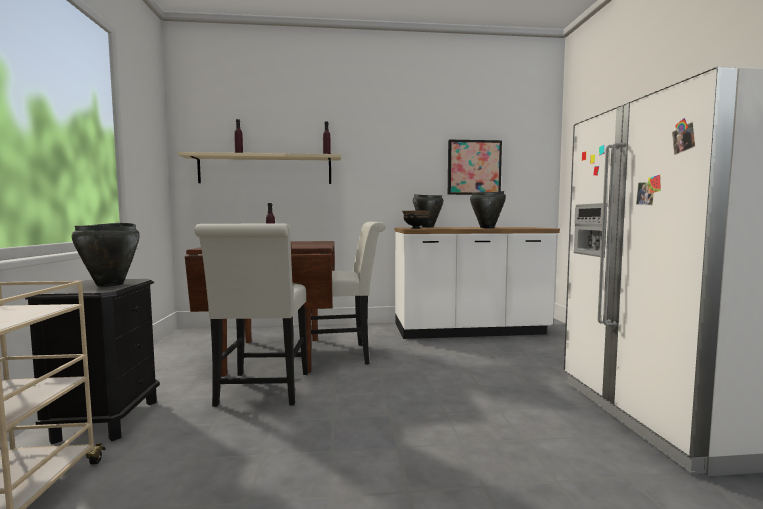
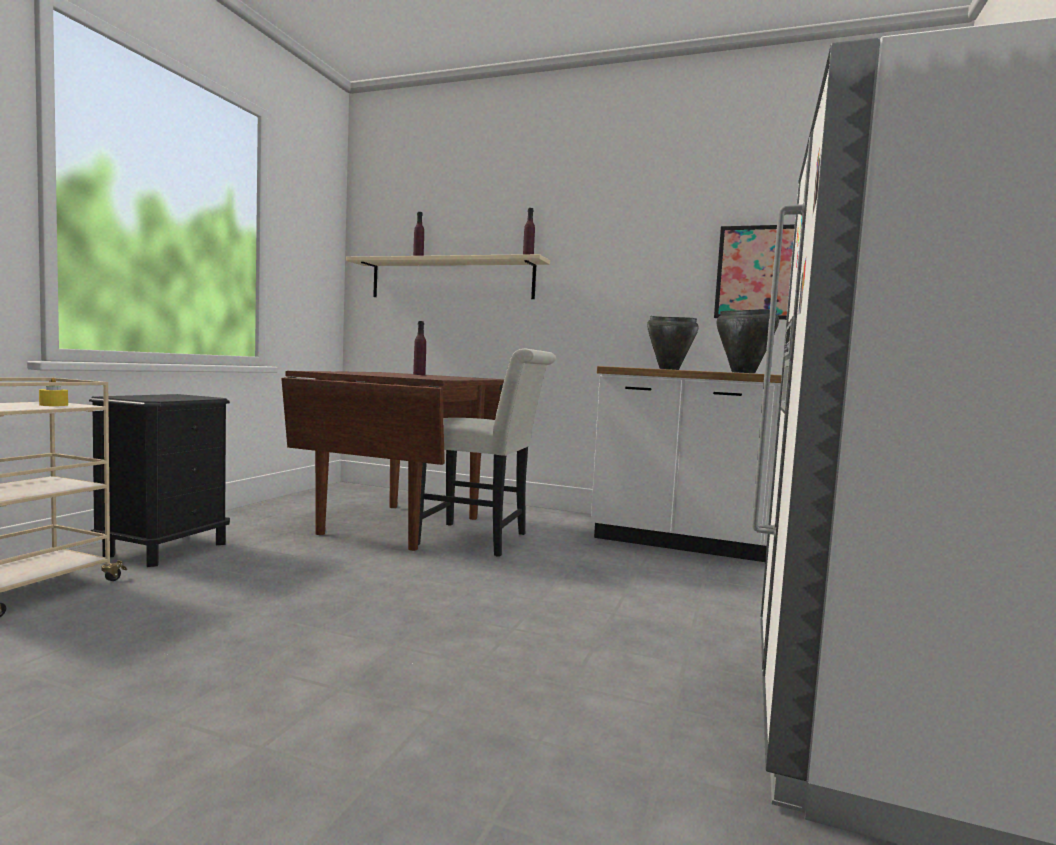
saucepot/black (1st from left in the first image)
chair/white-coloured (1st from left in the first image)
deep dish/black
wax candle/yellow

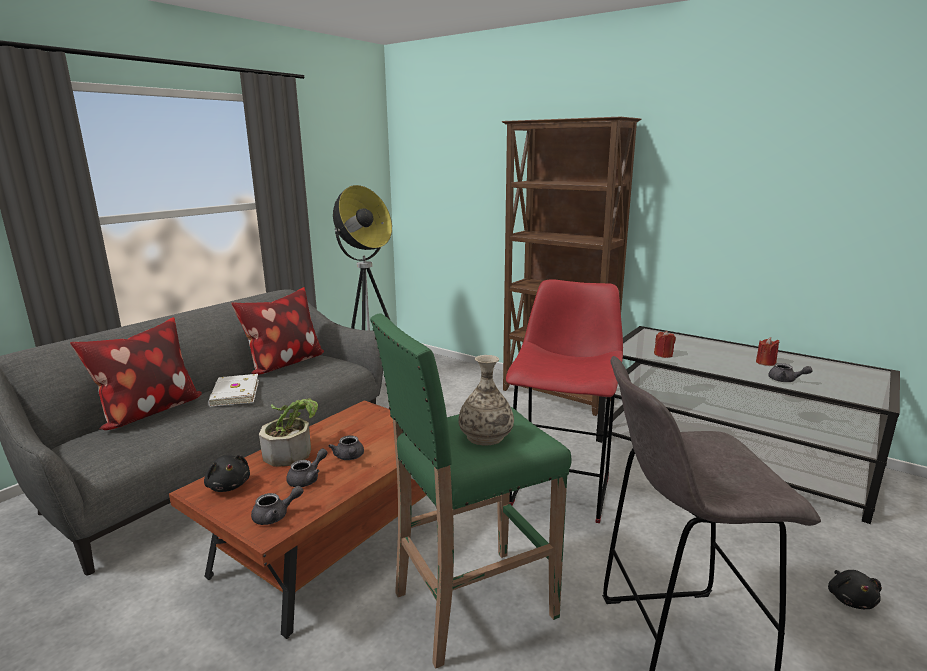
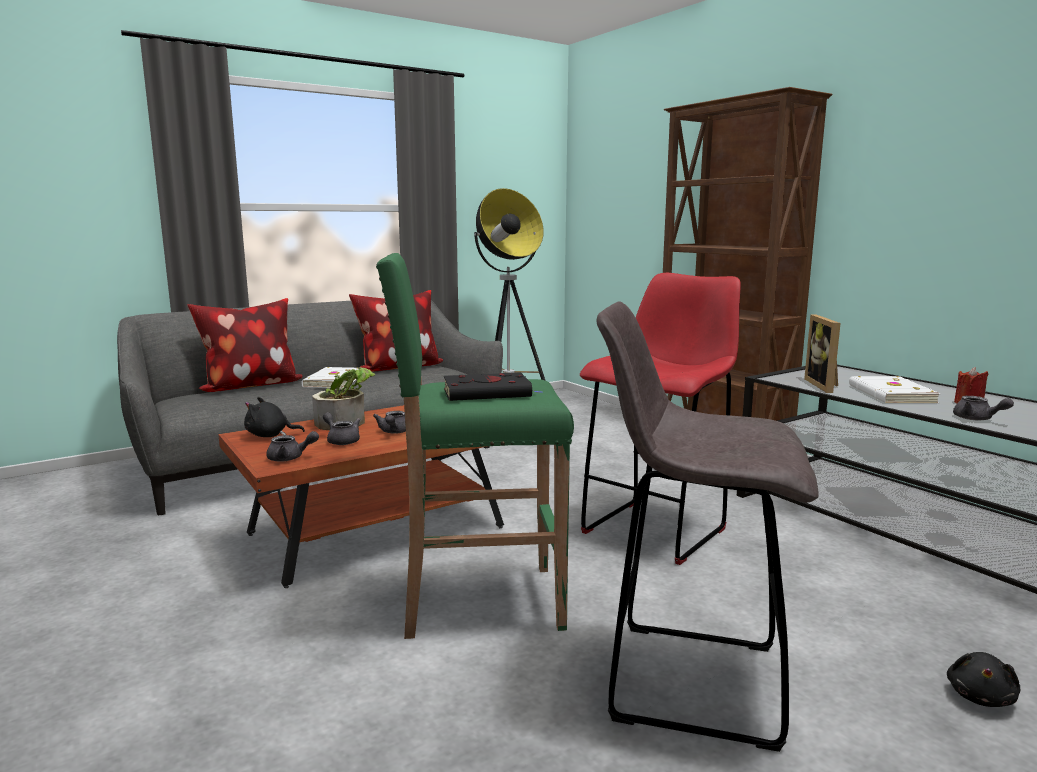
cuddly toy/black (1st from left)
pot for tea/greyish (2nd from left)
bound book/black
standing frame
bound book/white-coloured (2nd from left)

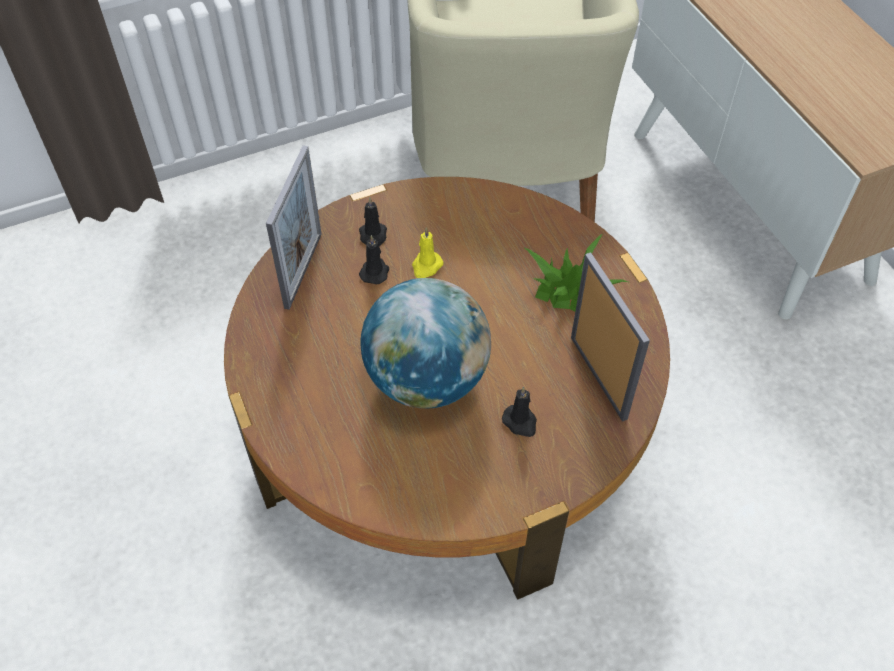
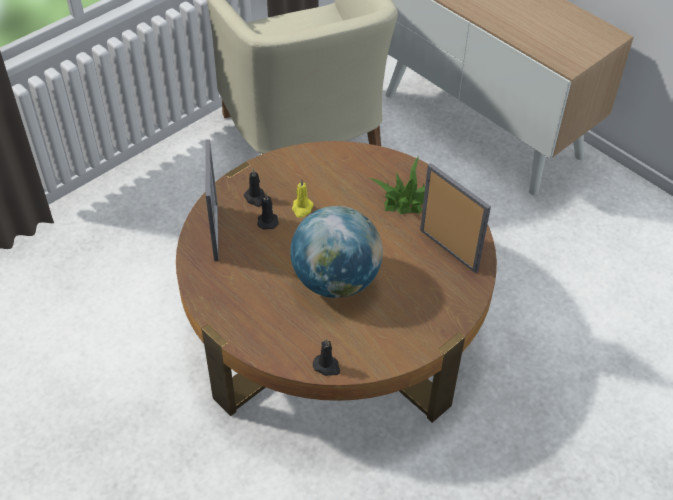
wax candle/black (3rd from left)

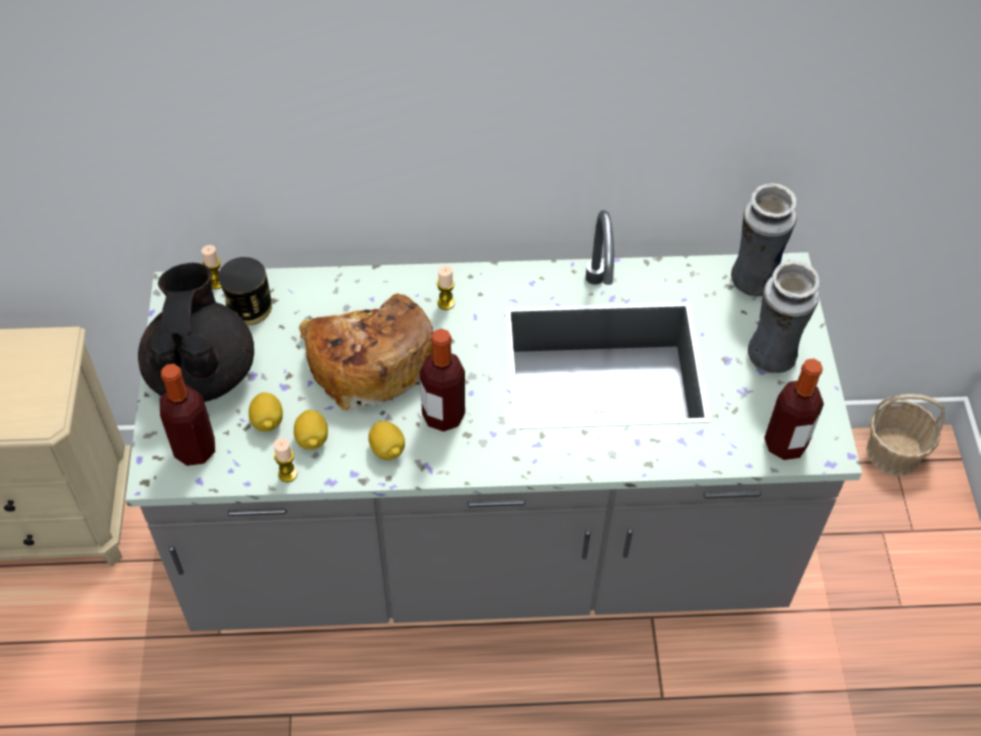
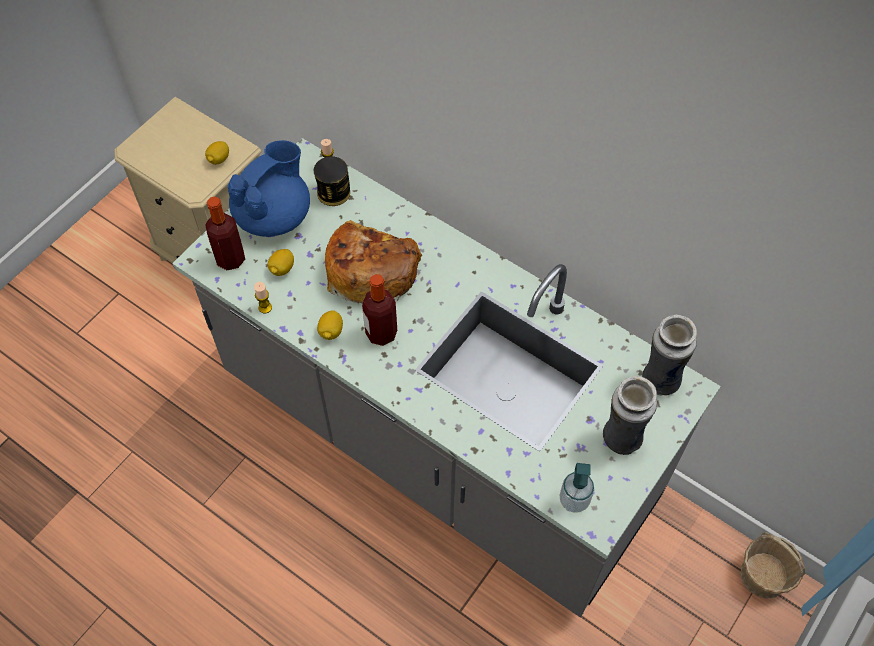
pot for tea/bluish
whole lemon (1st from left)
wax candle (3rd from left in the first image)
soap bottle

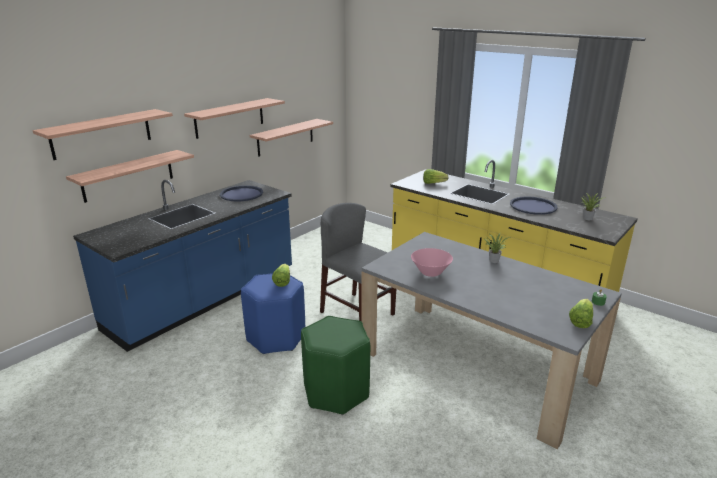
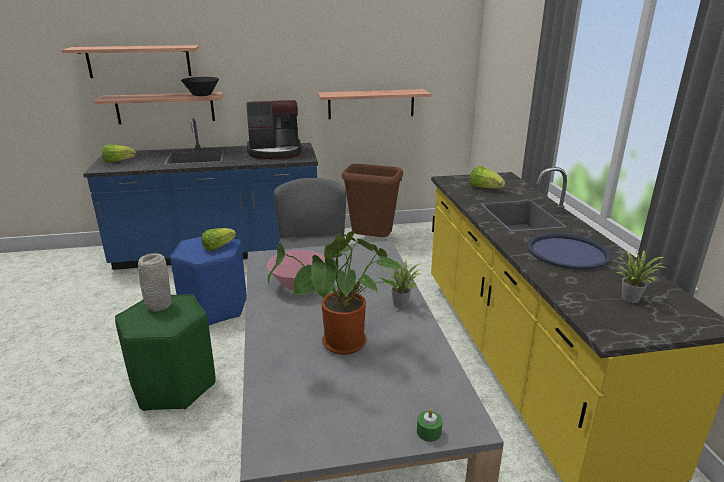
wall shelf (3rd from left in the first image)
coffee maker
lettuce (1st from left)
decorative vase/greyish
deep dish/black
potted plant (1st from left)
waste bin/brown

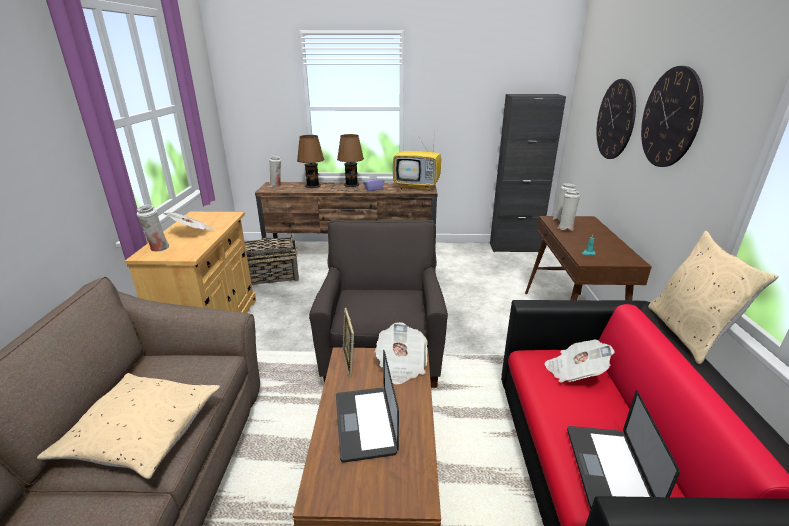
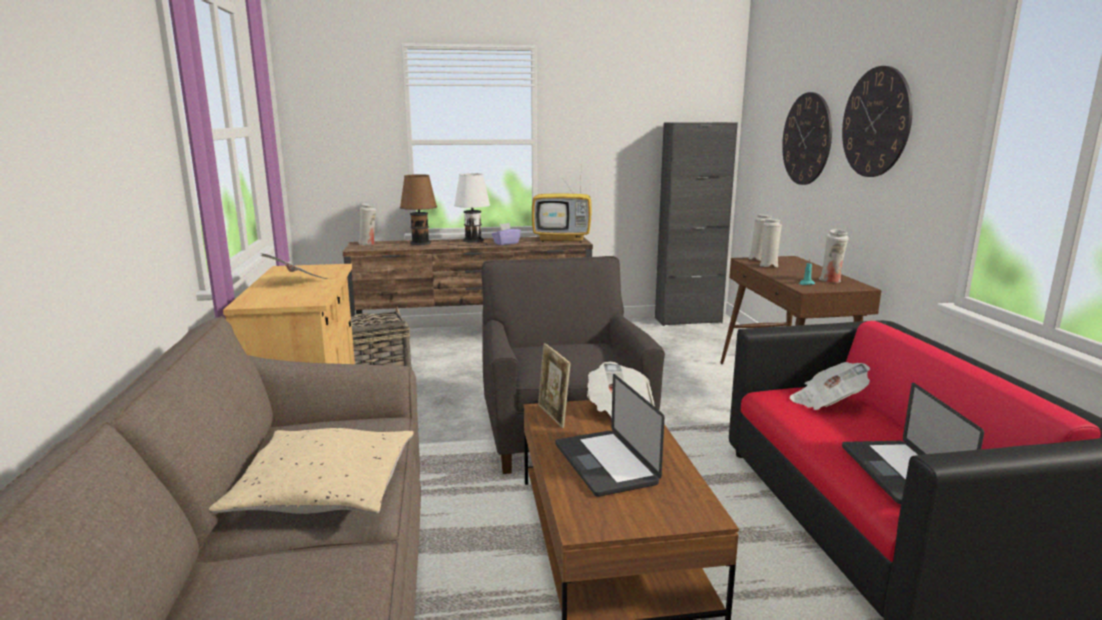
decorative vase/white-coloured (4th from left)
lamp for a table/white-coloured
cushion/beige-coloured (2nd from left in the first image)

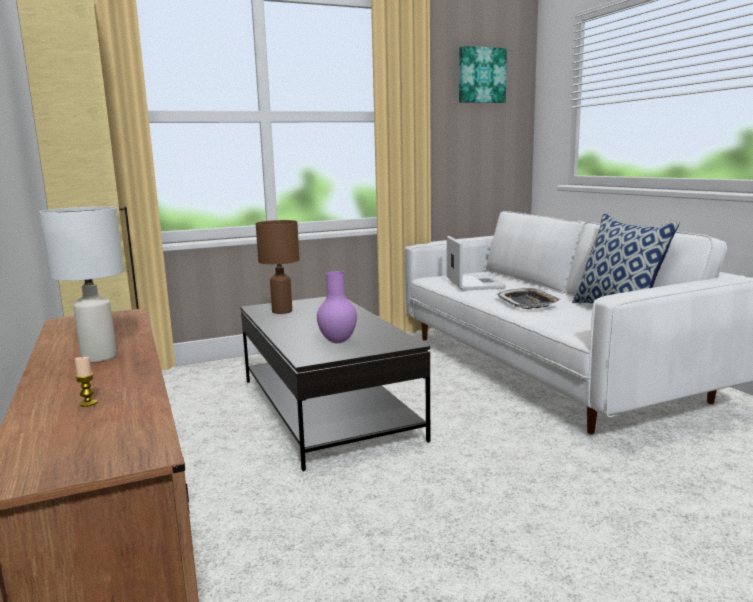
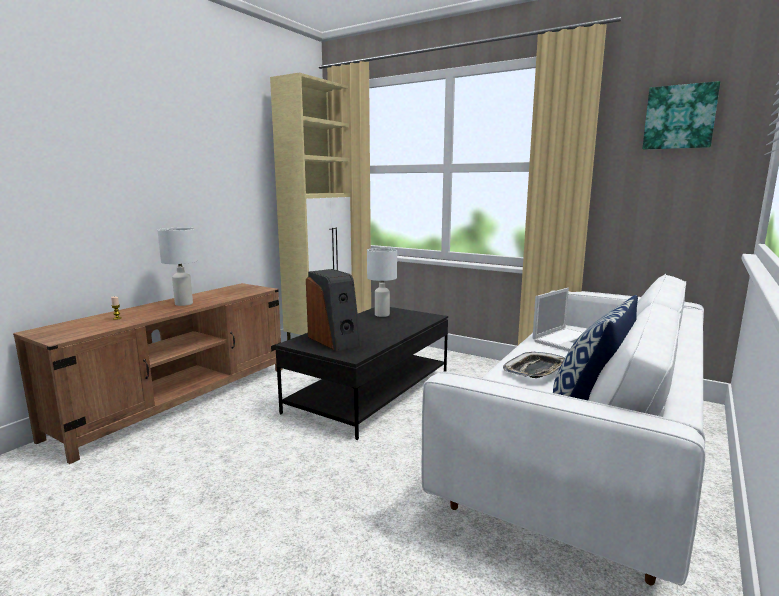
lamp for a table/white-coloured (2nd from left)
loudspeaker

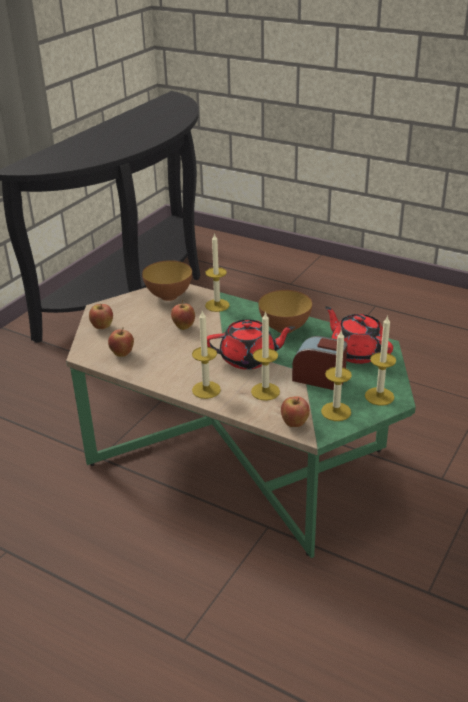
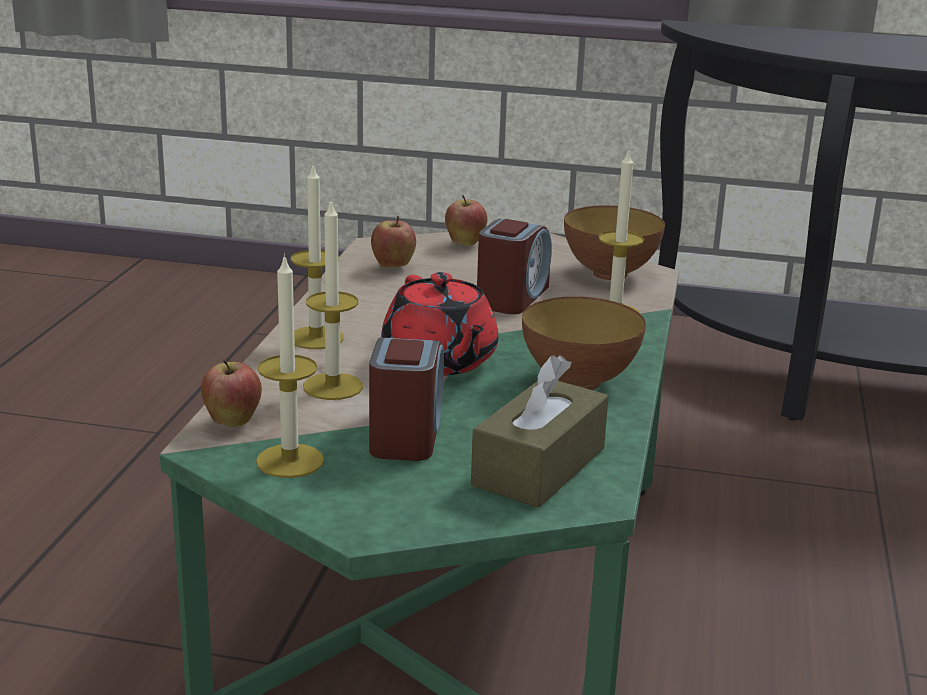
table clock (2nd from left)
box of tissues/brown
wax candle (5th from left in the first image)

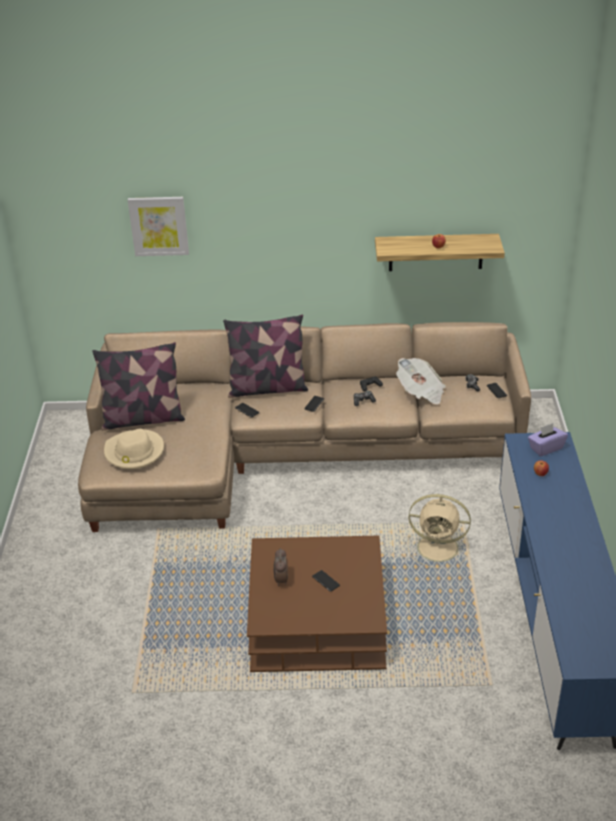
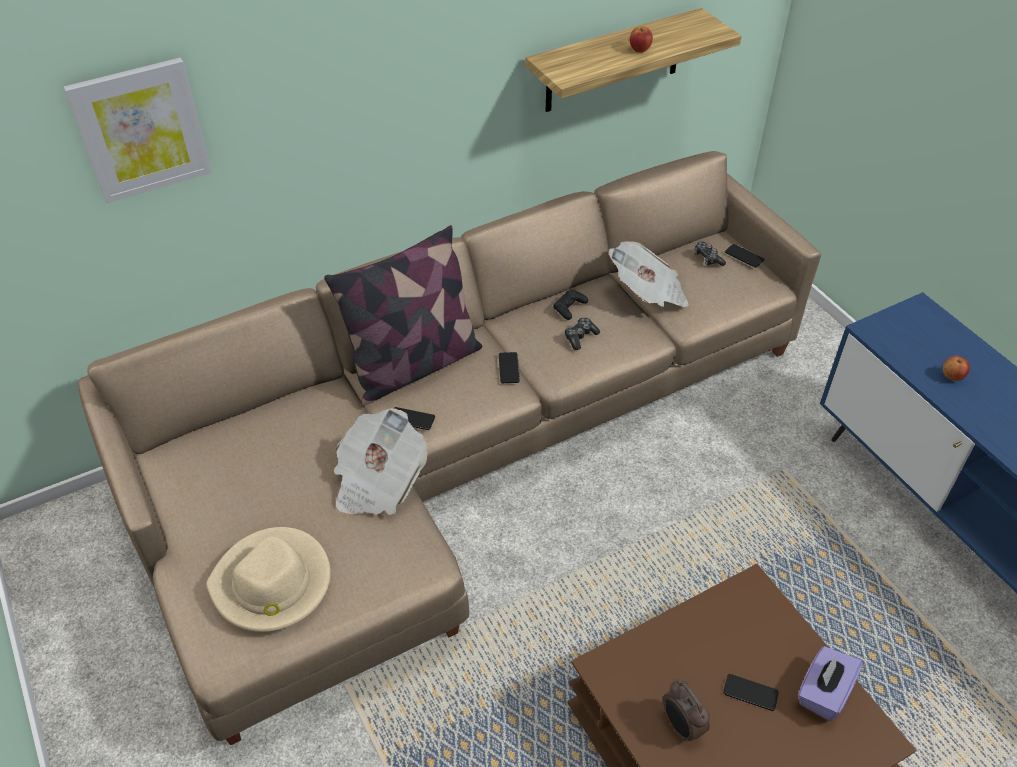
cushion (1st from left in the first image)
electric fan/beige-coloured
box of tissues/purple
newspaper (1st from left)

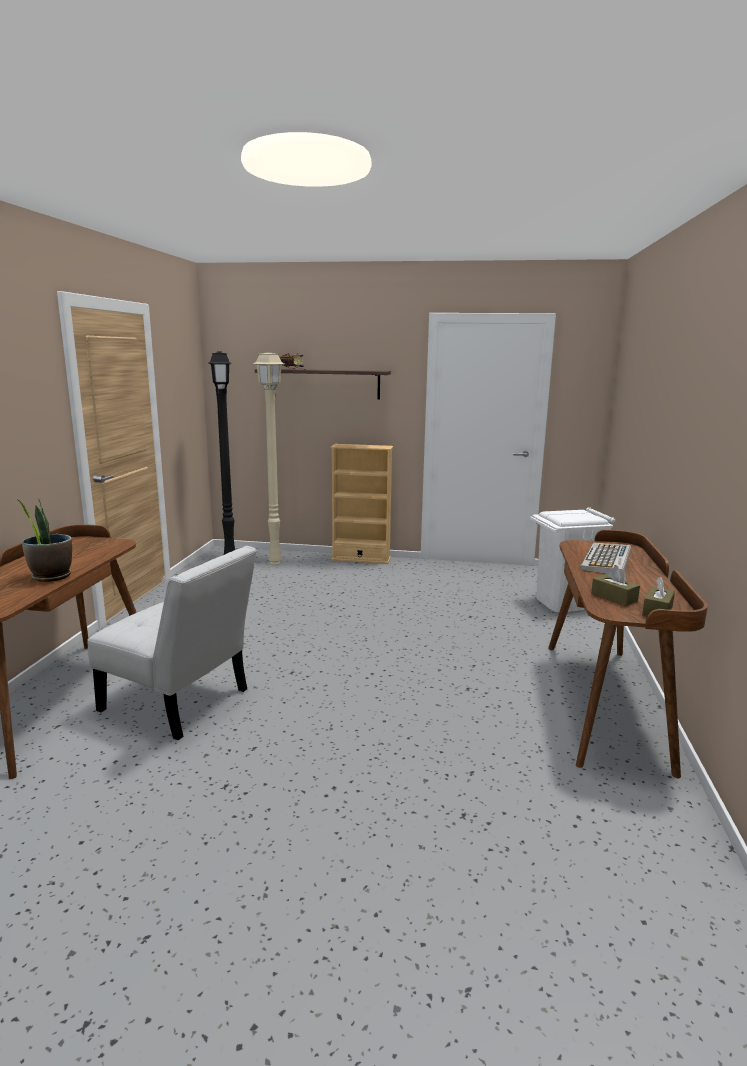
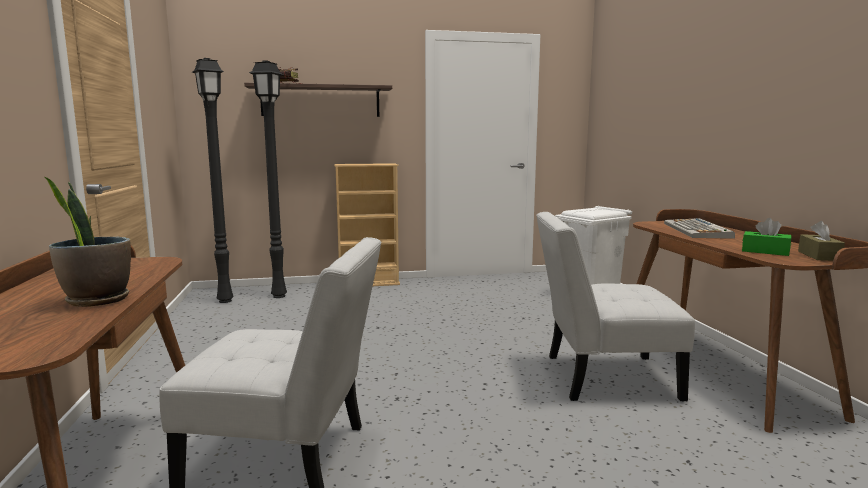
standing lamp/black (2nd from left)
box of tissues/green-coloured
chair/white-coloured (2nd from left)

